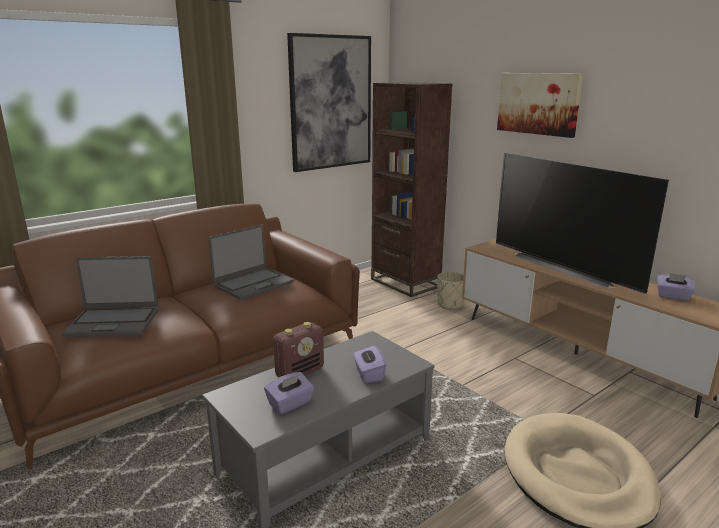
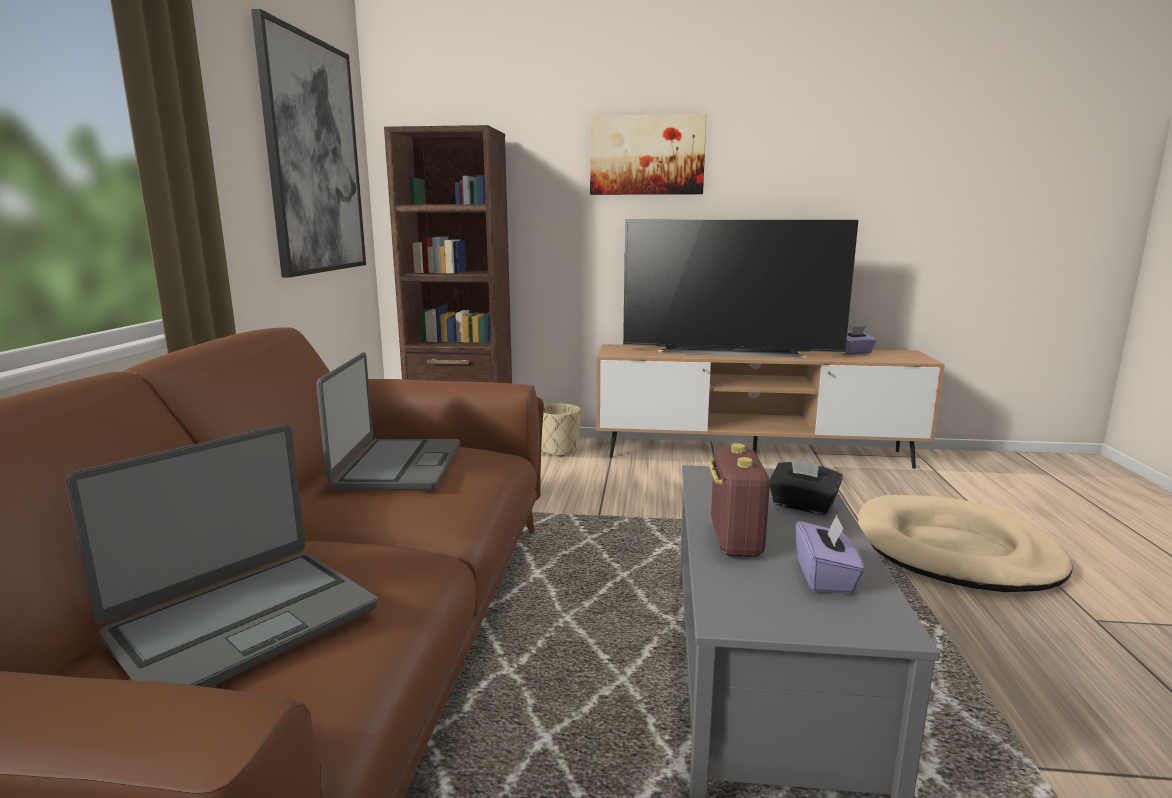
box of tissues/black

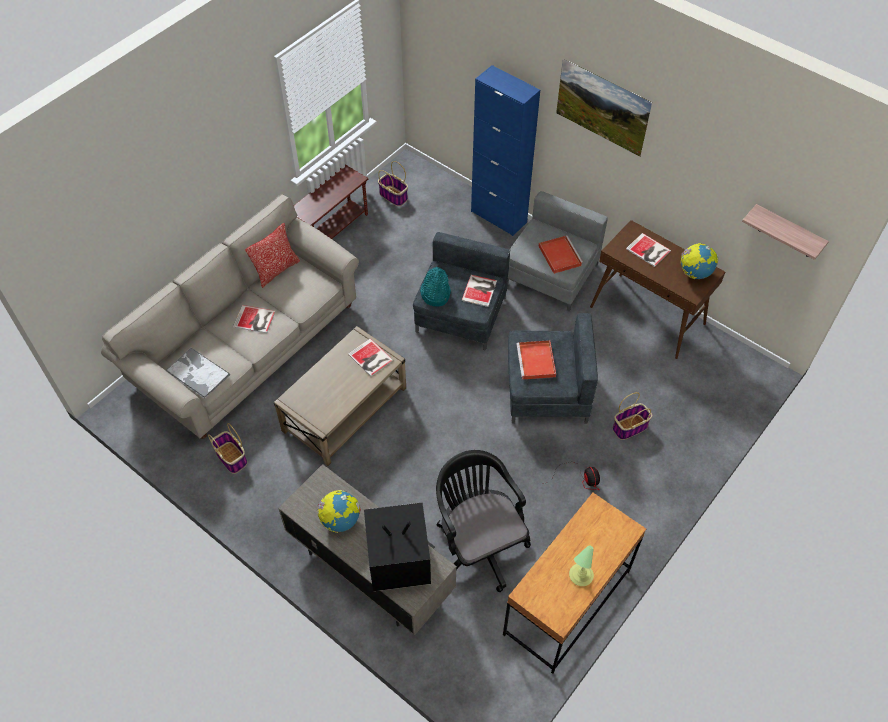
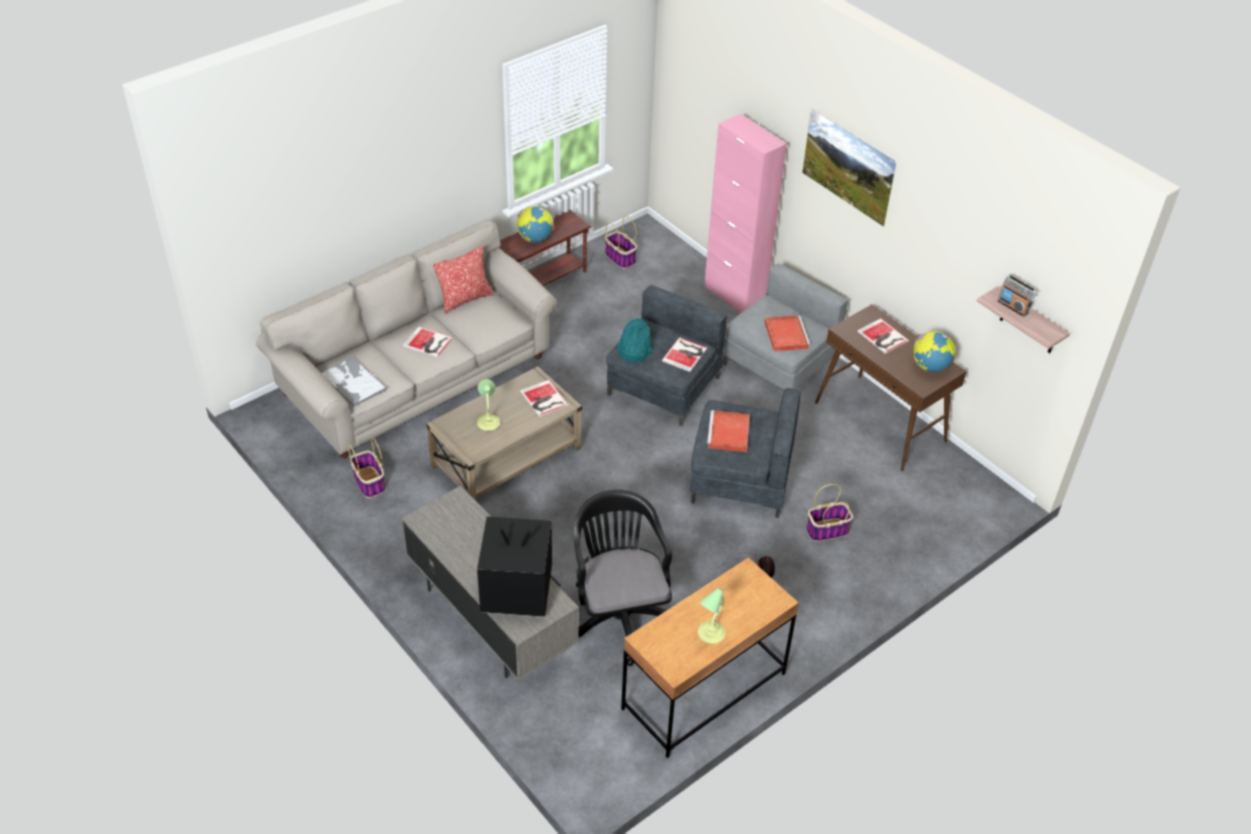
world globe (1st from left)
cupboard/pink-coloured
lamp for a table (1st from left)
radio receiver

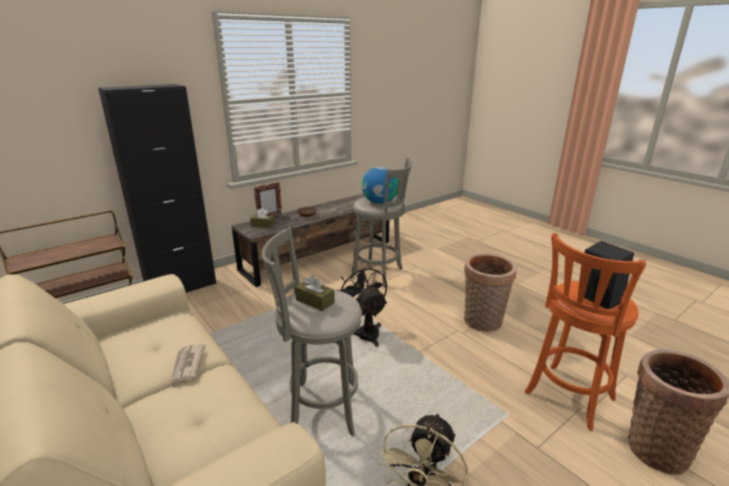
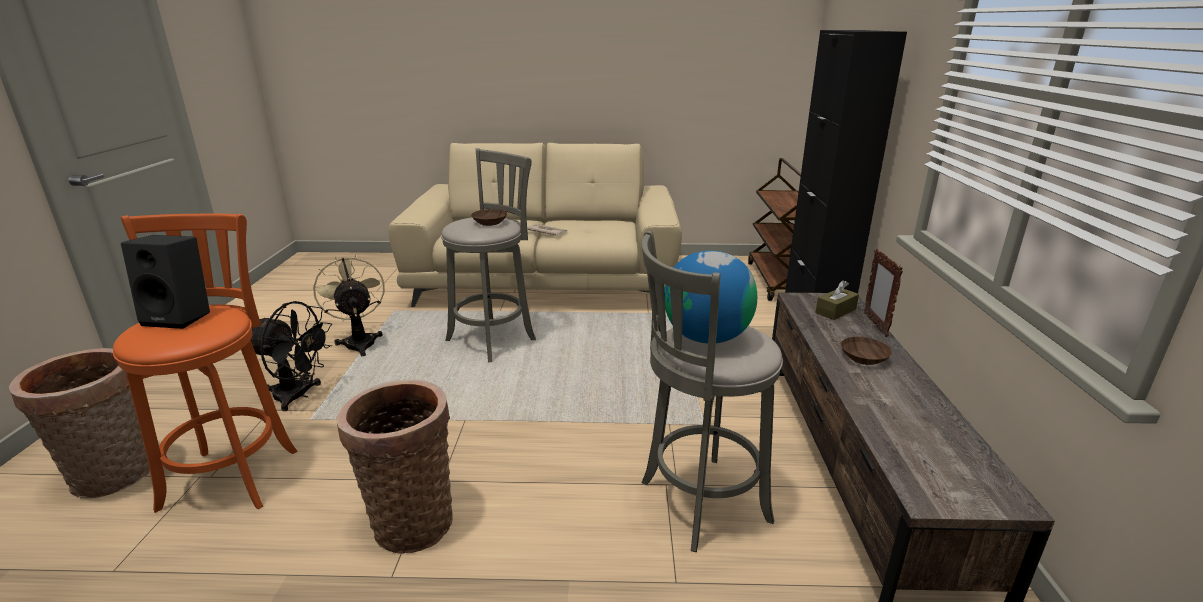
deep dish/brown (1st from left)
electric fan/black

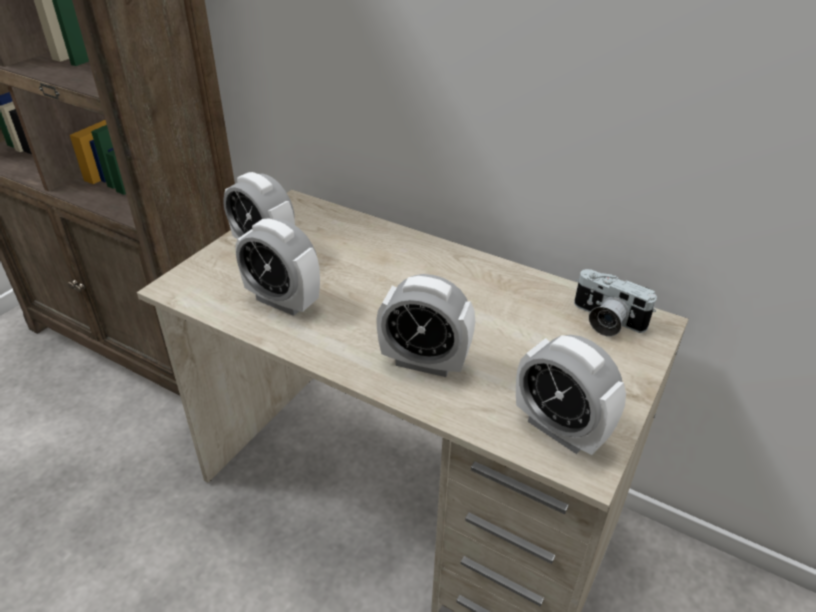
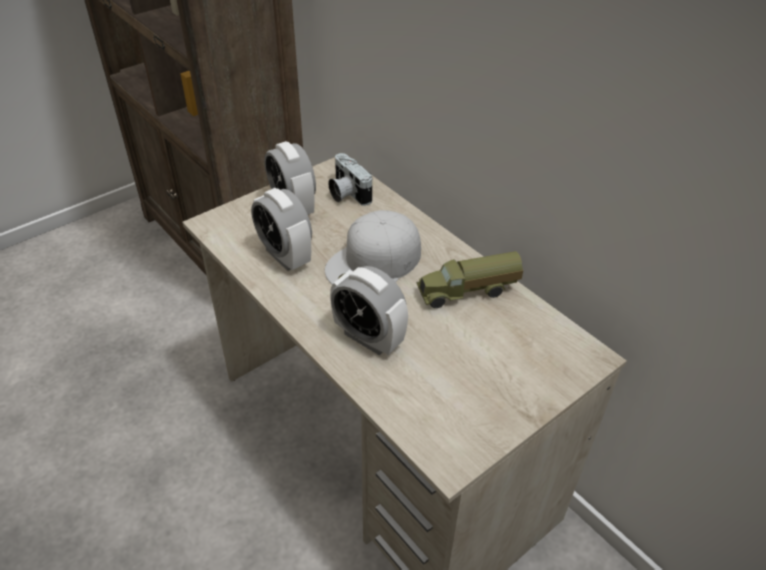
table clock (4th from left in the first image)
photo camera
cap/white-coloured
model truck

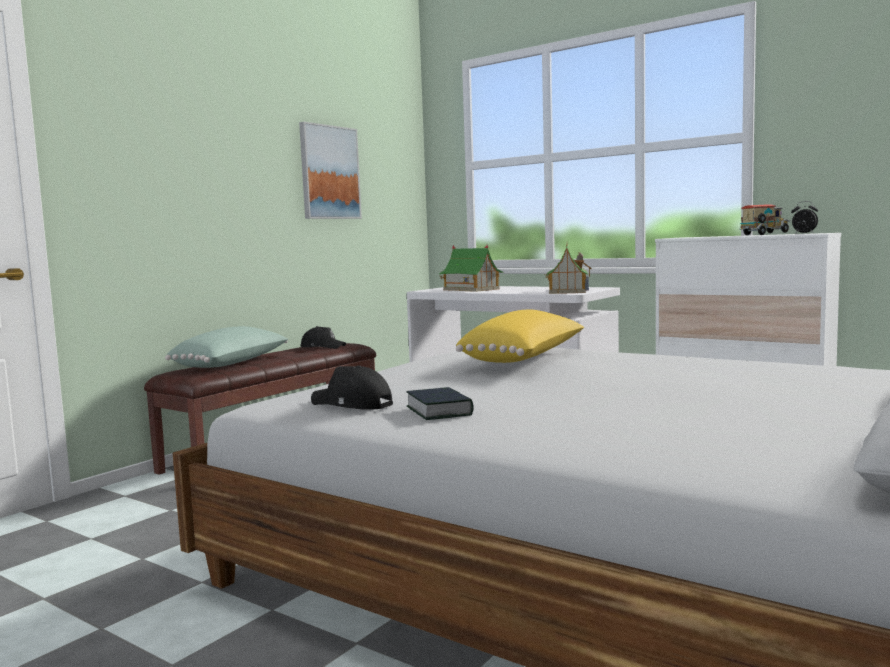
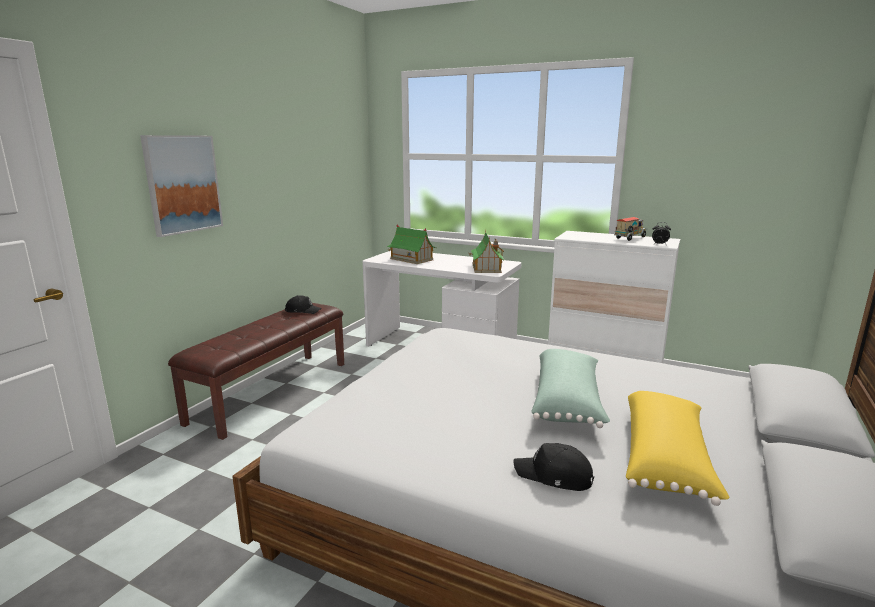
cushion/green-coloured
wall picture
cap/black (2nd from left)
bound book
cushion/yellow

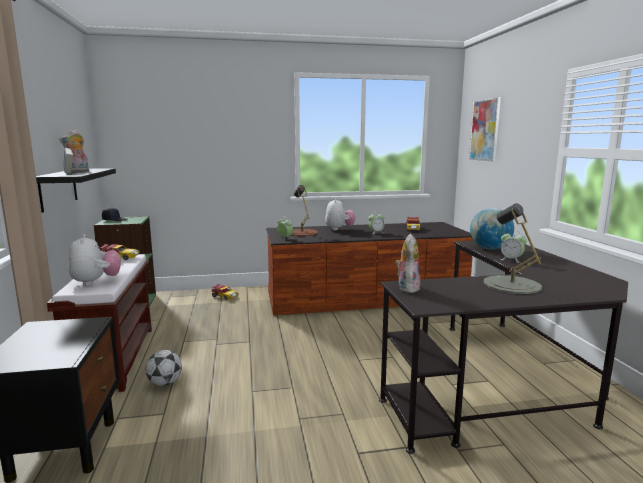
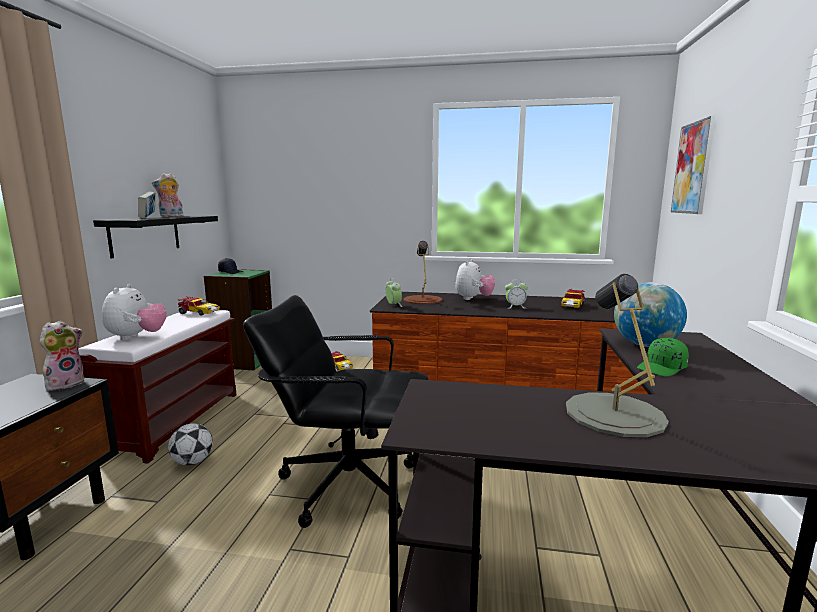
cuddly toy (1st from left)
cap/green-coloured
desk chair/black

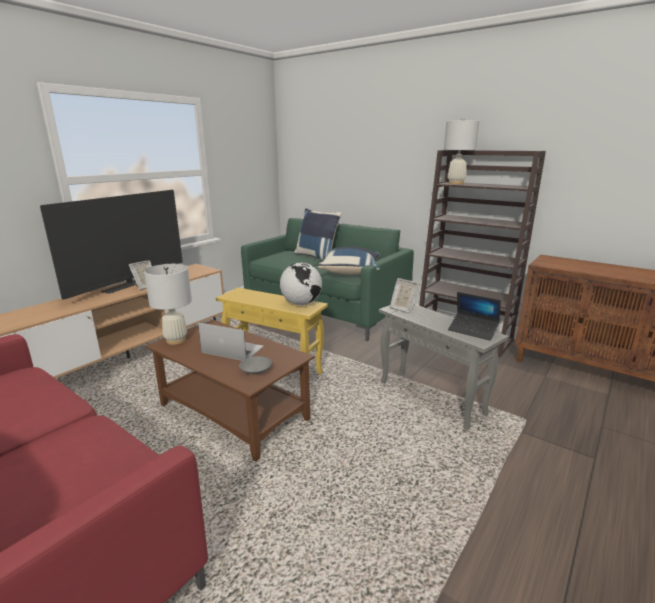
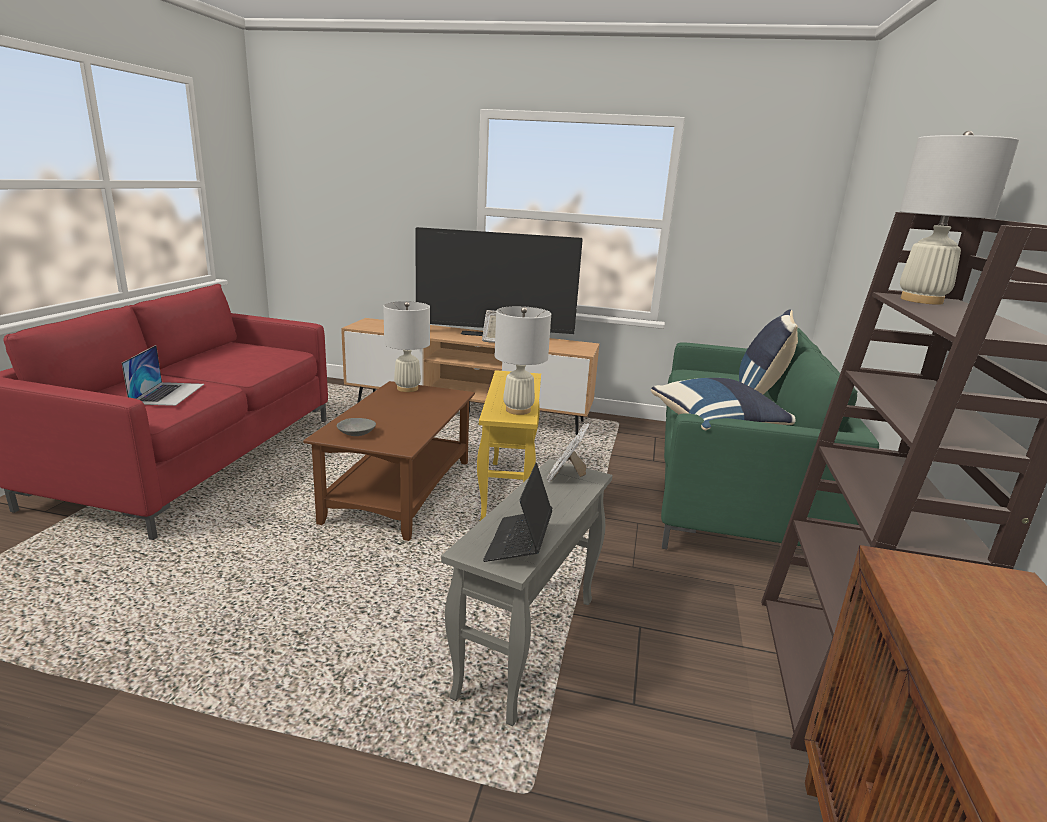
portable computer (1st from left)
lamp for a table/white-coloured (2nd from left)

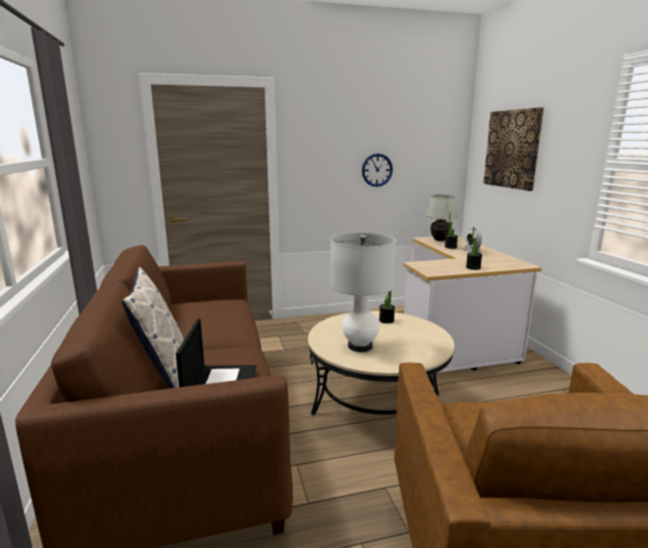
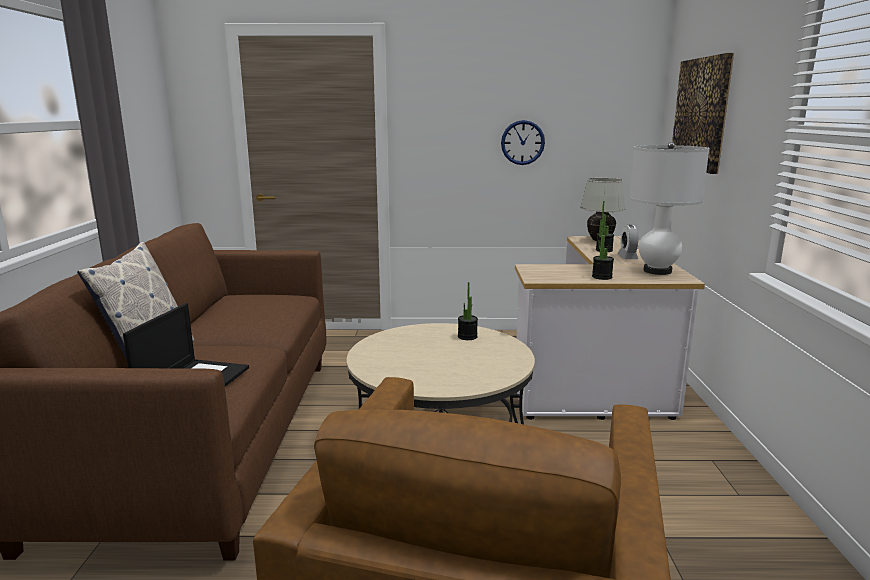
lamp for a table/white-coloured (2nd from left)

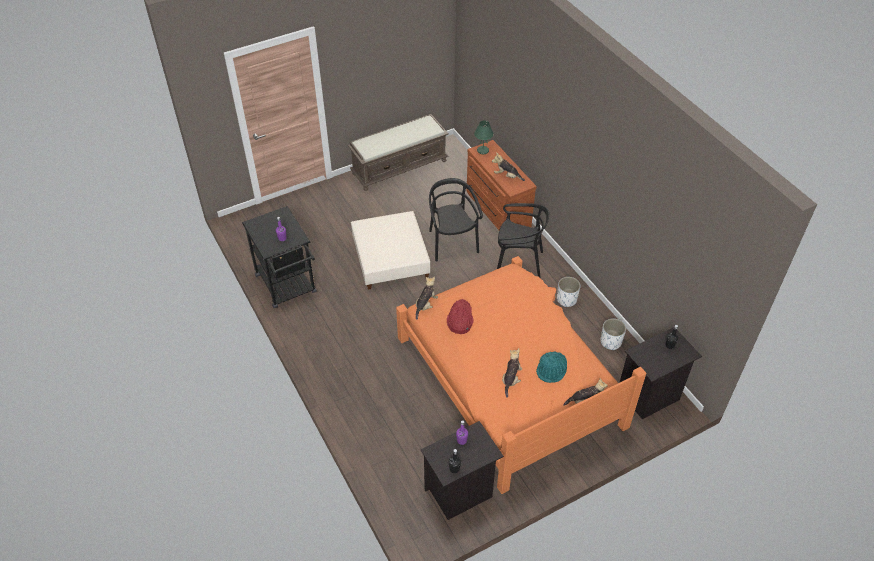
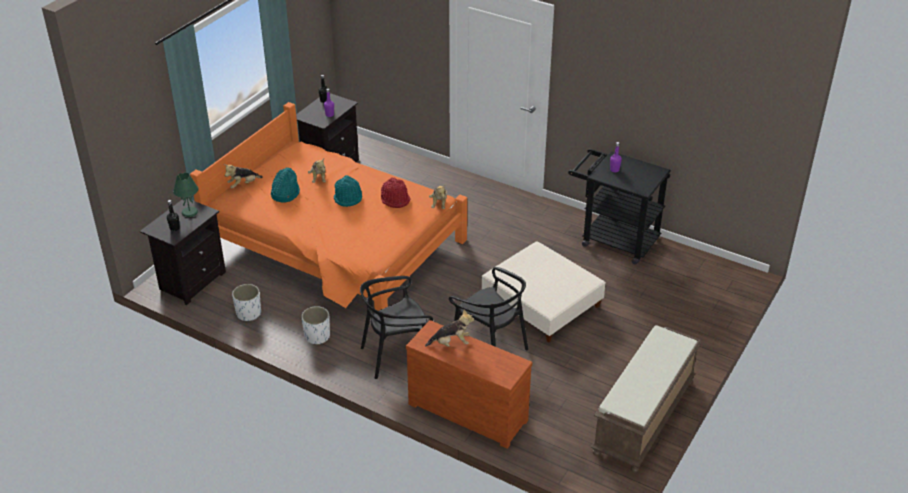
lamp for a table/green-coloured
hat/turquoise-coloured (2nd from left)

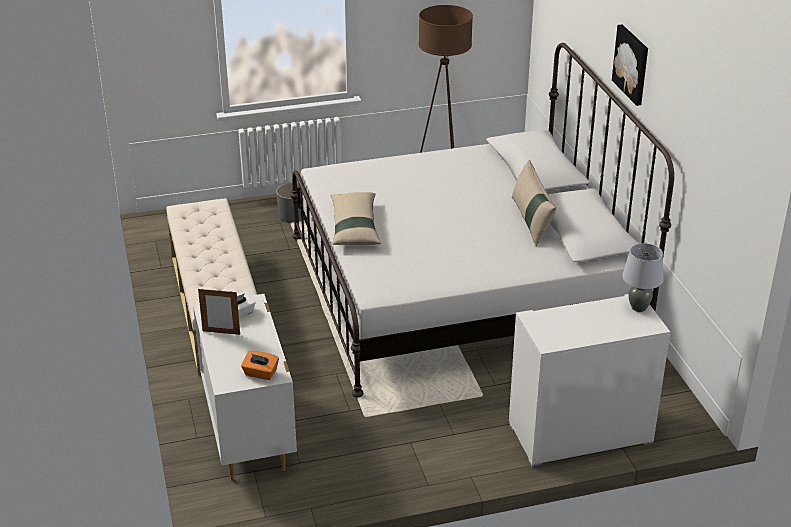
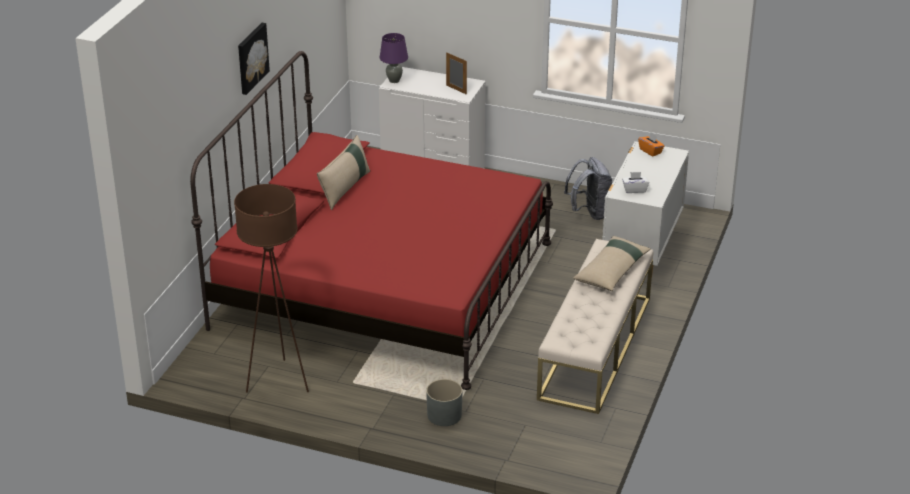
standing frame
sleeping bed/red-coloured
cushion/beige-coloured (2nd from left)
lamp for a table/purple
rucksack/greyish

